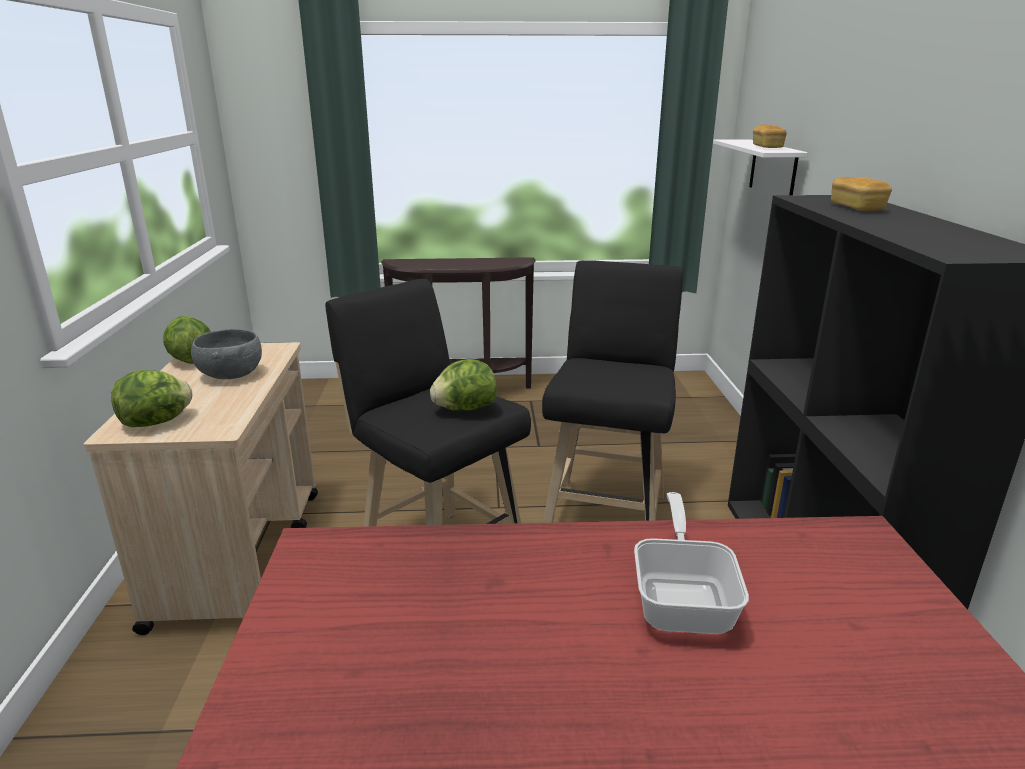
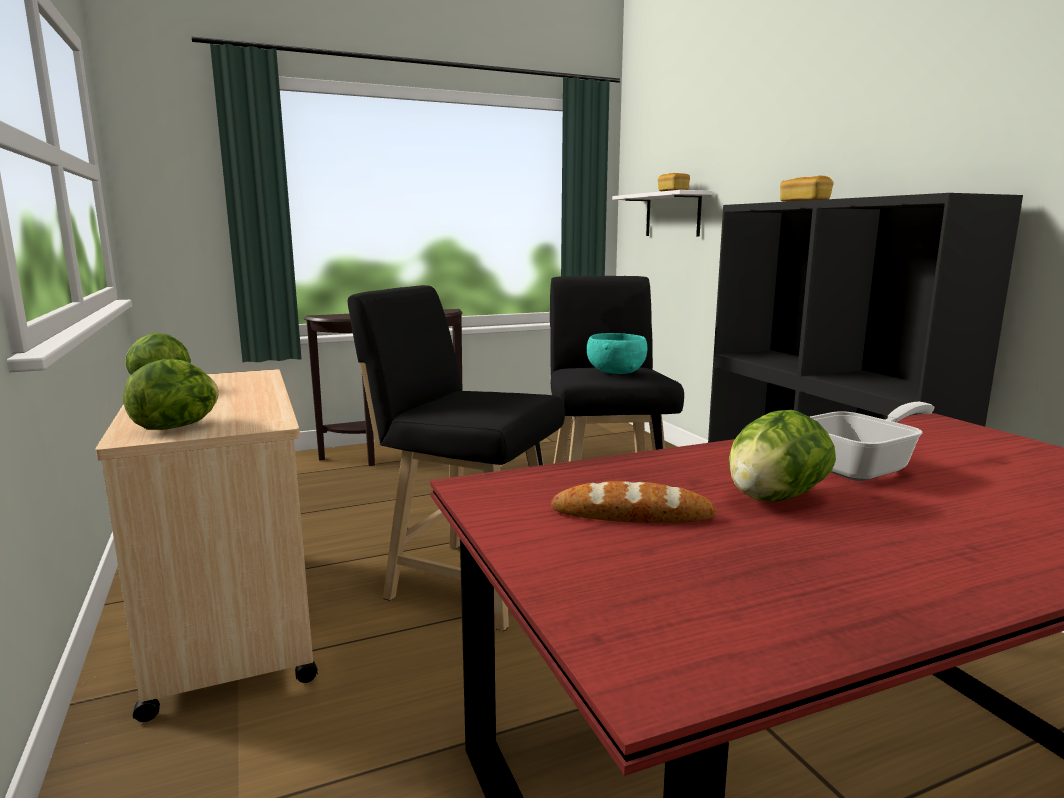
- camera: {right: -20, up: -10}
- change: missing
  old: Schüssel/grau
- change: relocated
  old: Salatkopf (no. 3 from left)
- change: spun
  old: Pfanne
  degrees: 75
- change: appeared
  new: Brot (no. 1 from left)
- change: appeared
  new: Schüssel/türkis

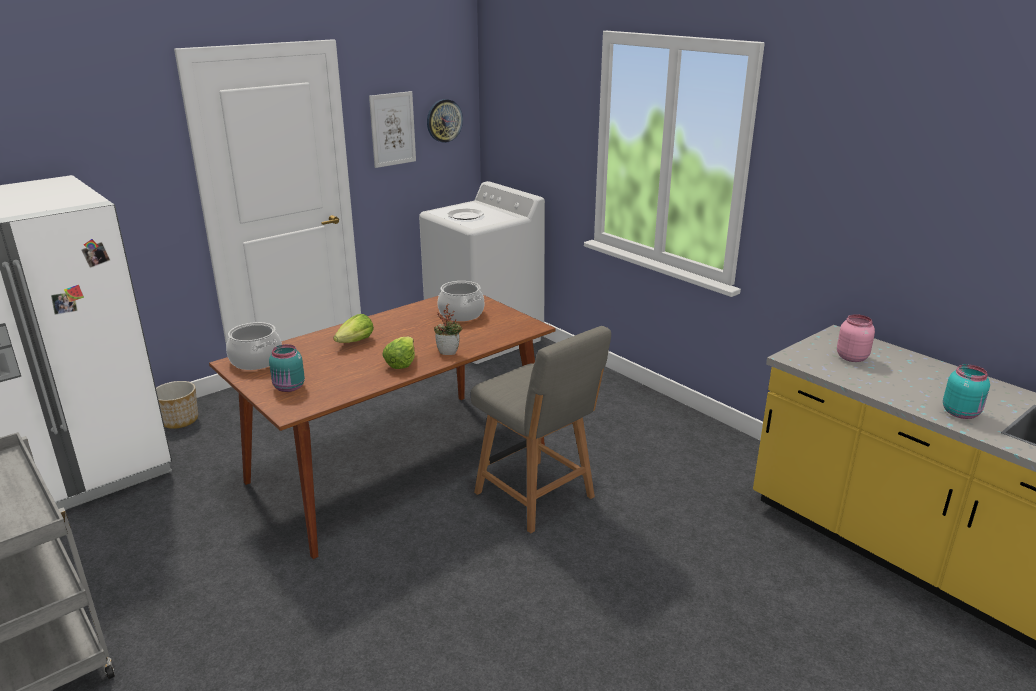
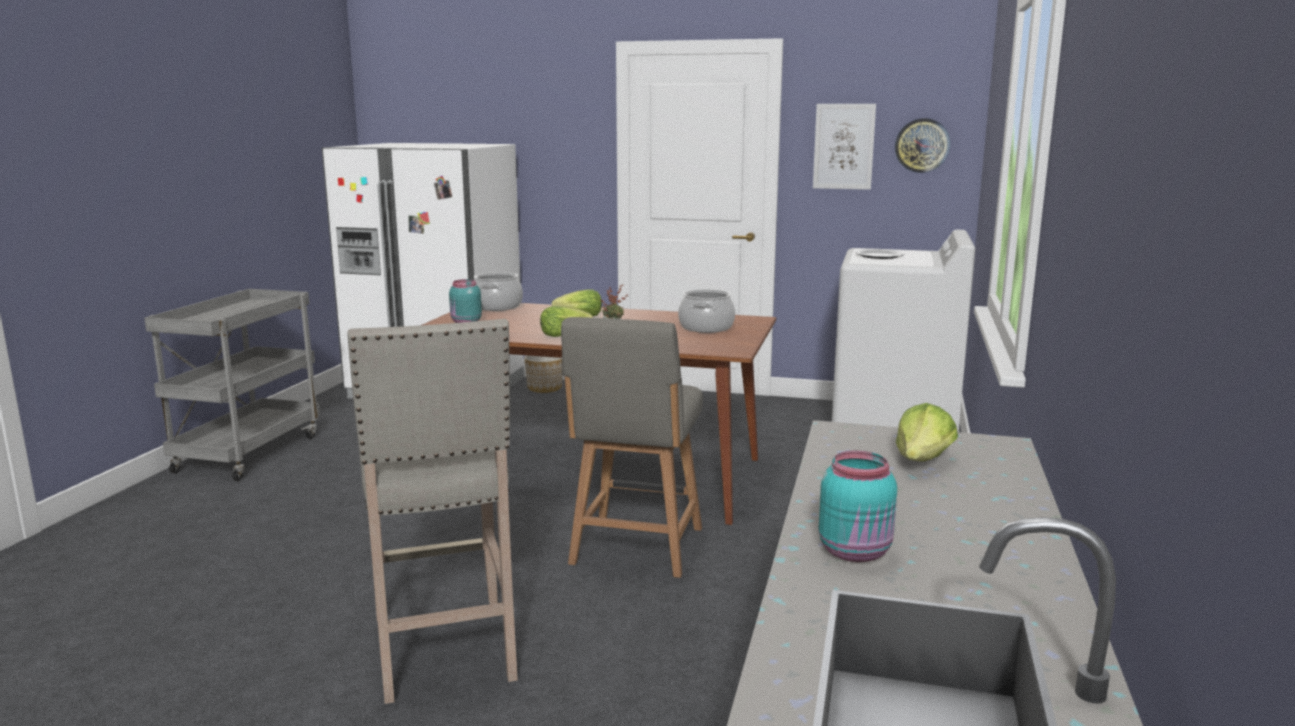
- camera: {right: 55, up: -10}
- change: exchanged
  old: Vorratsglas/rosa
  new: Salatkopf (no. 3 from left)
- change: appeared
  new: Hocker/beige

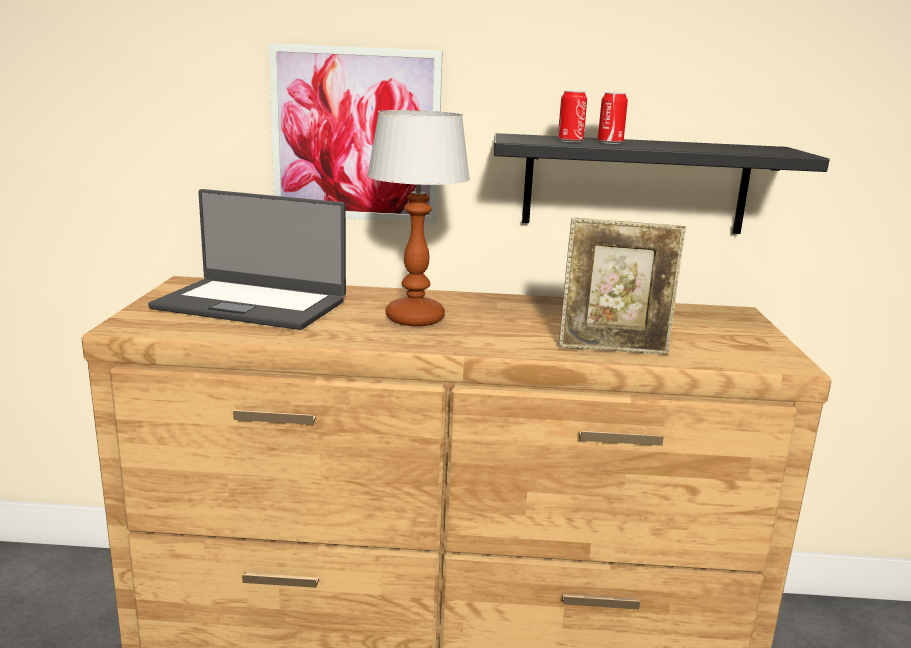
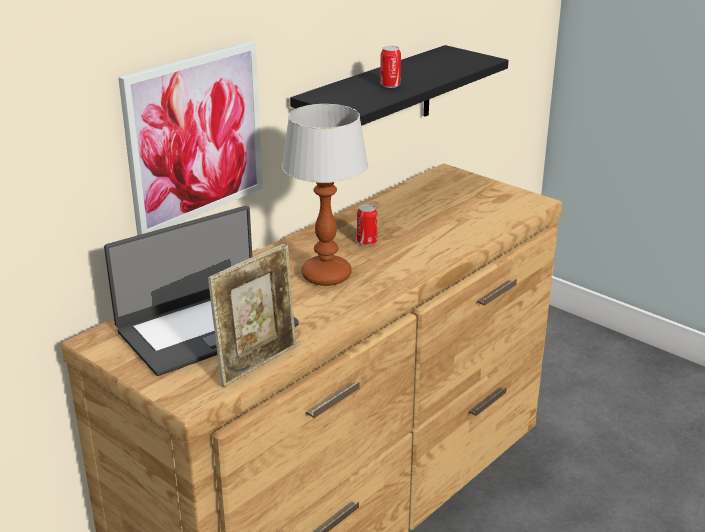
- camera: {right: -50, up: 10}
- change: relocated
  old: Dose (no. 1 from left)
- change: relocated
  old: Bilderrahmen

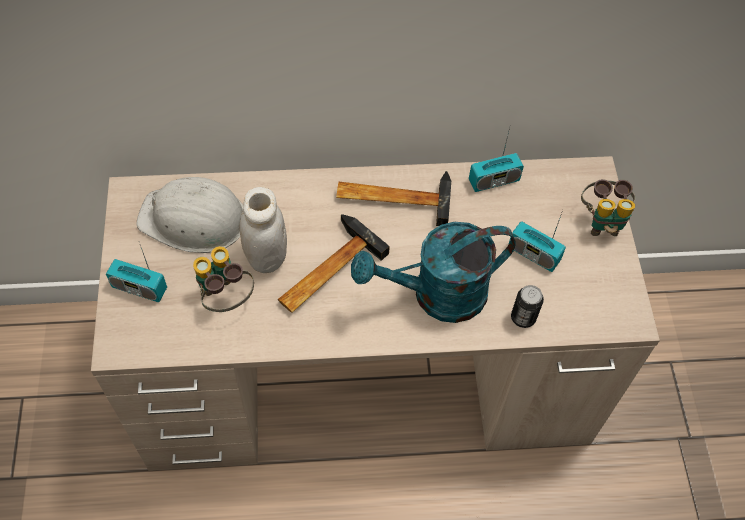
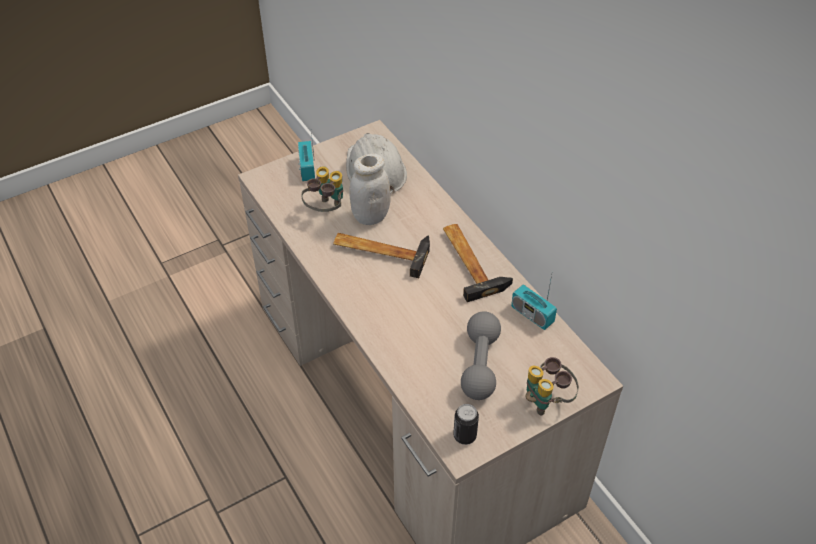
- camera: {right: 65, up: -10}
- change: missing
  old: Gießkanne/türkis
- change: exchanged
  old: Radio (no. 3 from left)
  new: Hantel/grau
- change: relocated
  old: Dose

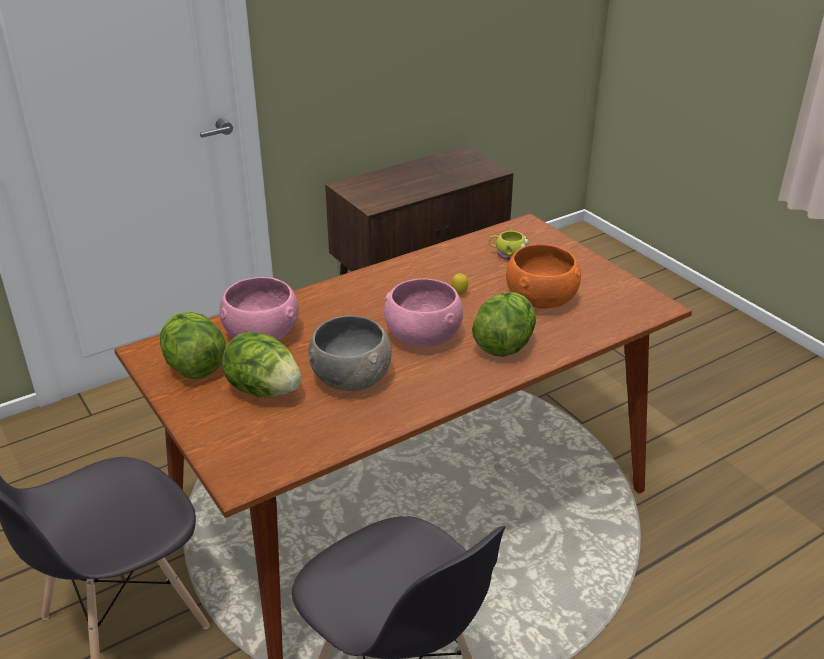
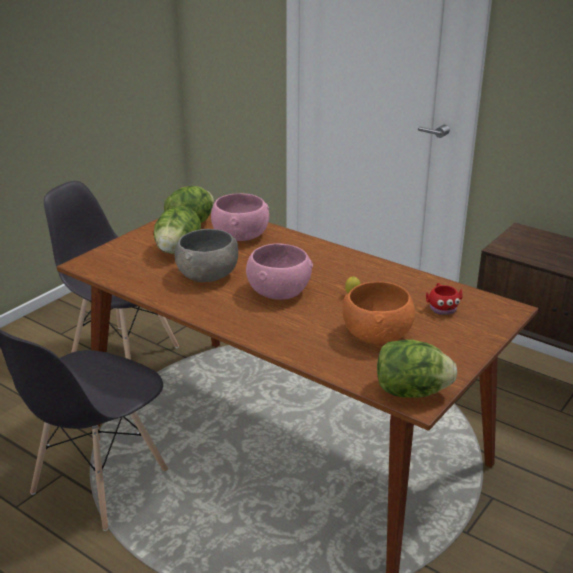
- camera: {right: 70, up: -5}
- change: relocated
  old: Salatkopf (no. 3 from left)
- change: colour
  old: Henkelbecher/gelb
  new: Henkelbecher/rot

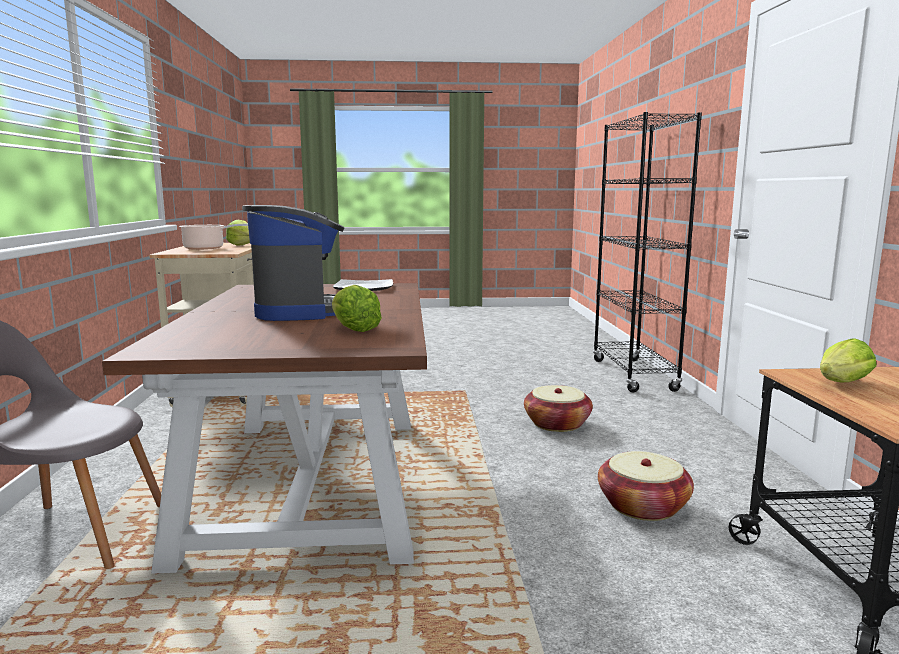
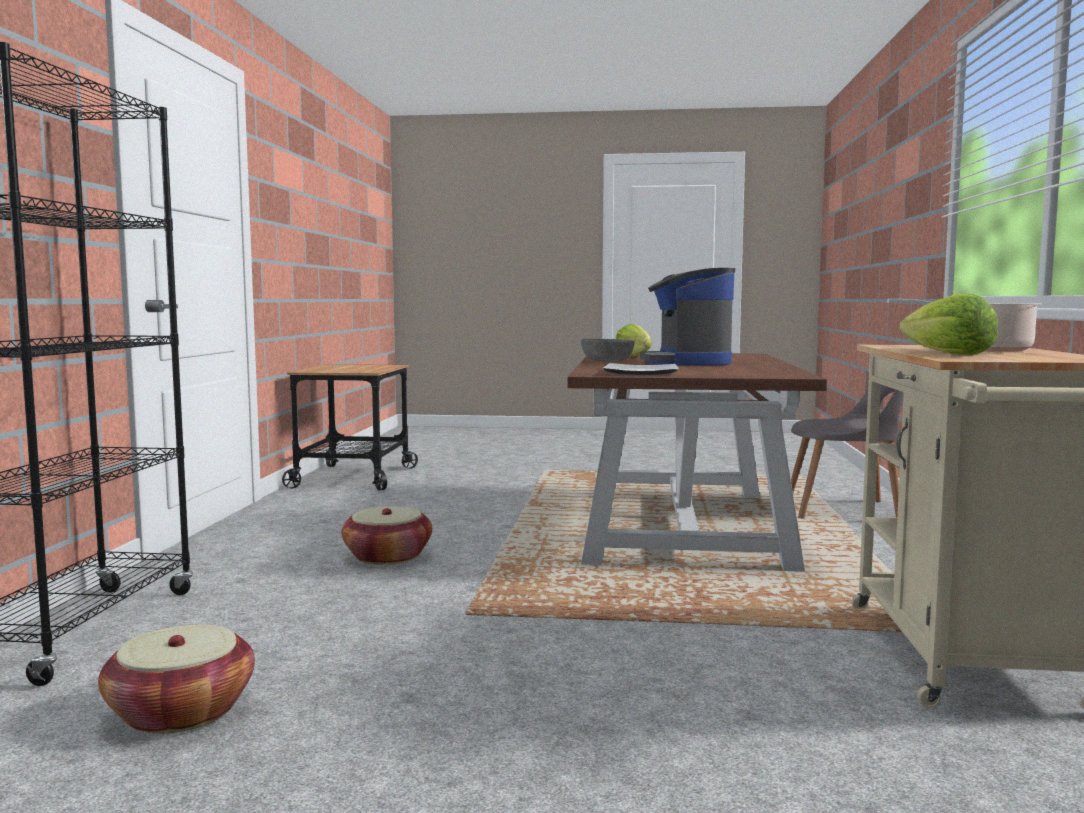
- camera: {right: -170, up: -5}
- change: relocated
  old: Korb (no. 2 from left in the first image)
  new: Korb (no. 1 from left)
- change: missing
  old: Salatkopf (no. 3 from left)
- change: appeared
  new: Schüssel/grau

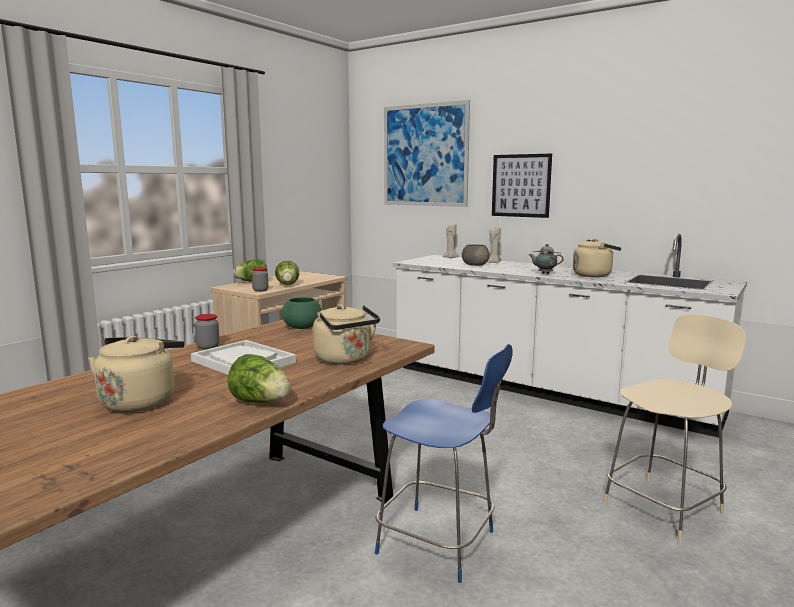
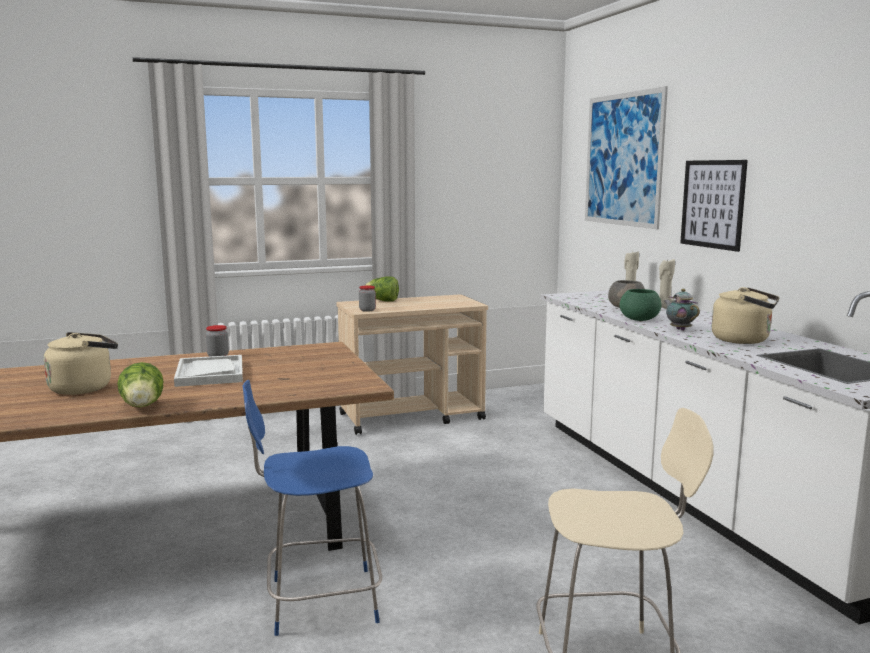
- camera: {right: 35, up: 0}
- change: missing
  old: Salatkopf (no. 3 from left)
- change: relocated
  old: Schüssel/grün
- change: missing
  old: Wasserkessel/beige (no. 2 from left)
- change: spun
  old: Stuhl/blau
  degrees: 105

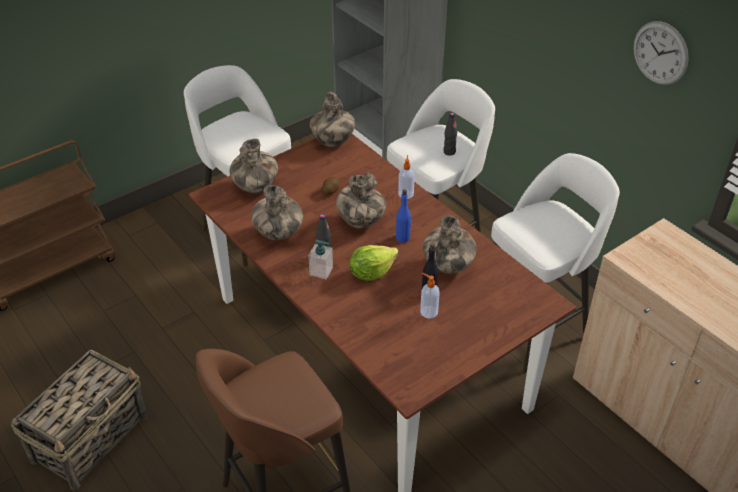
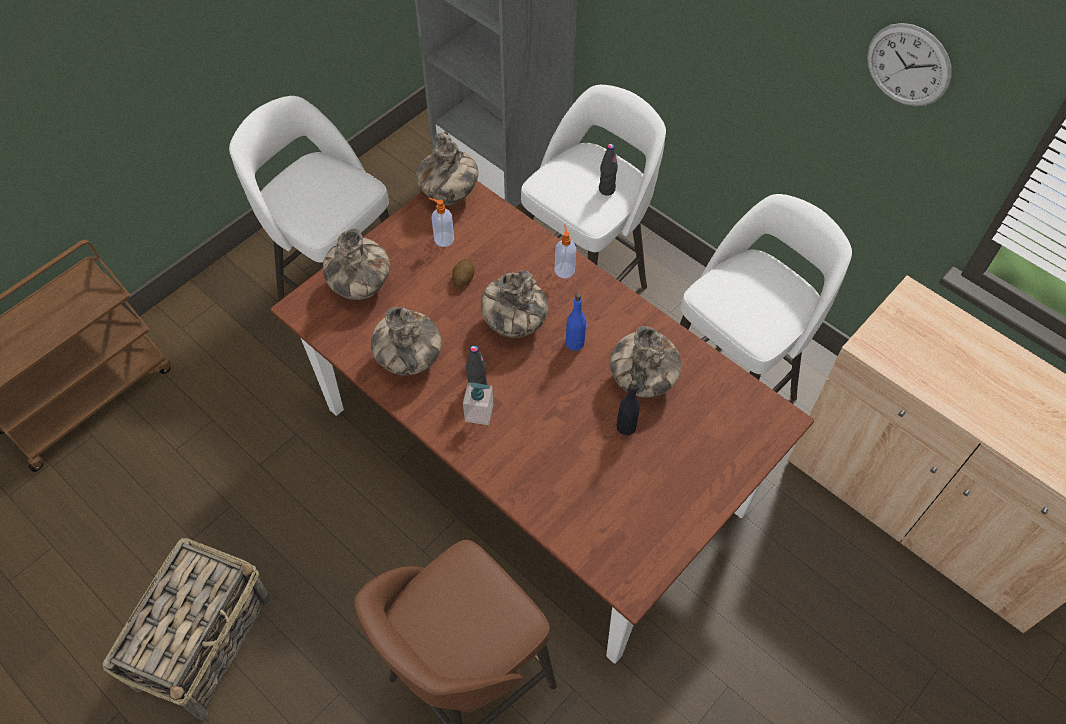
- camera: {right: -10, up: 15}
- change: missing
  old: Salatkopf
- change: relocated
  old: Seifenspender (no. 3 from left in the first image)
  new: Seifenspender (no. 1 from left)

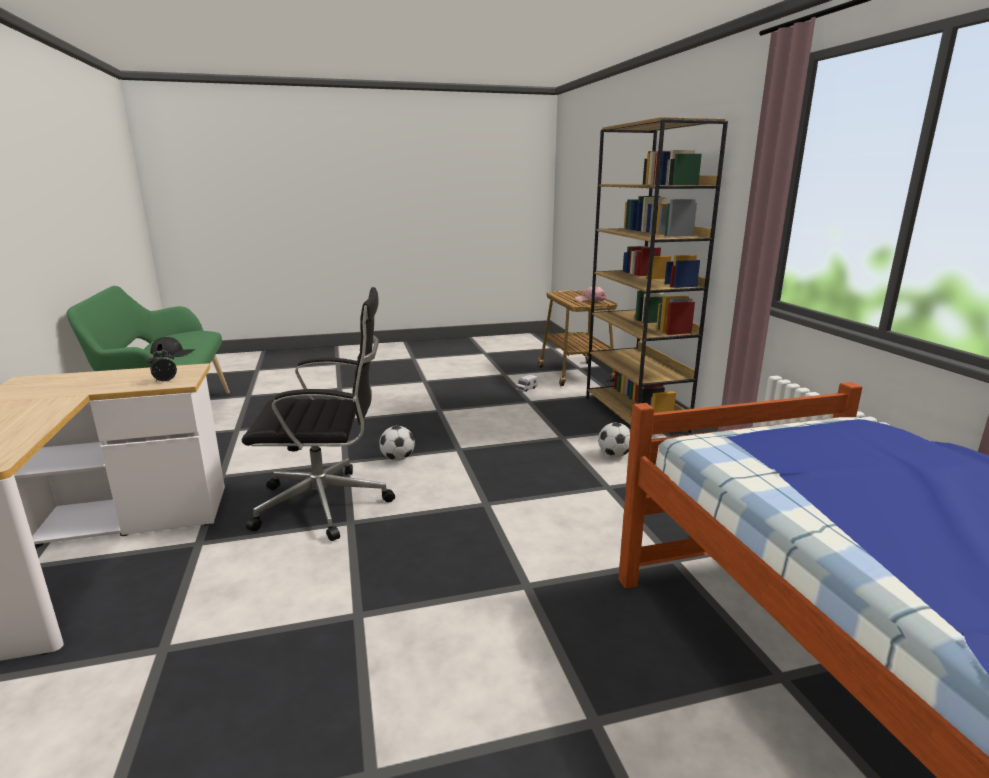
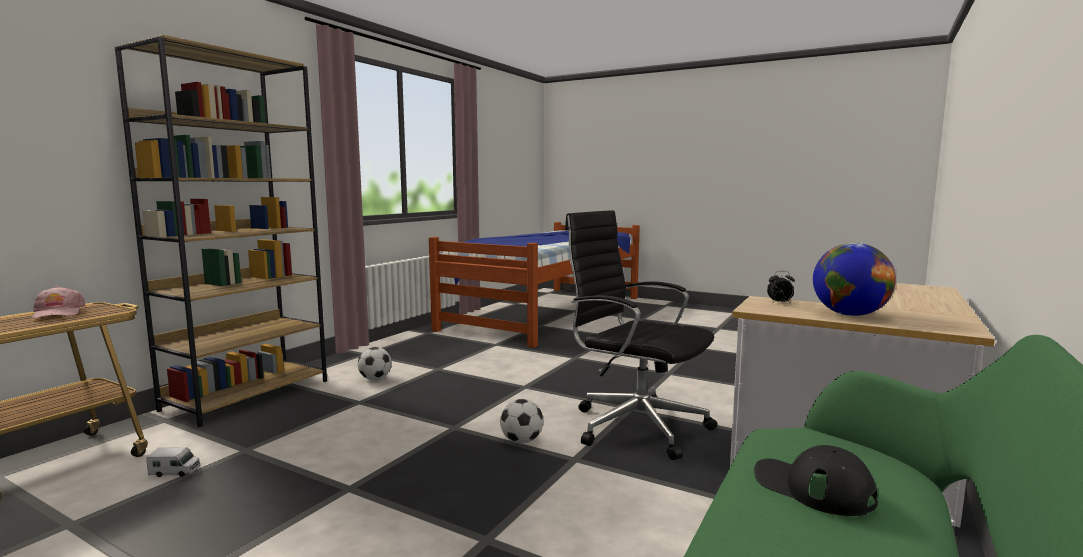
- camera: {right: -135, up: -10}
- change: appeared
  new: Globus

